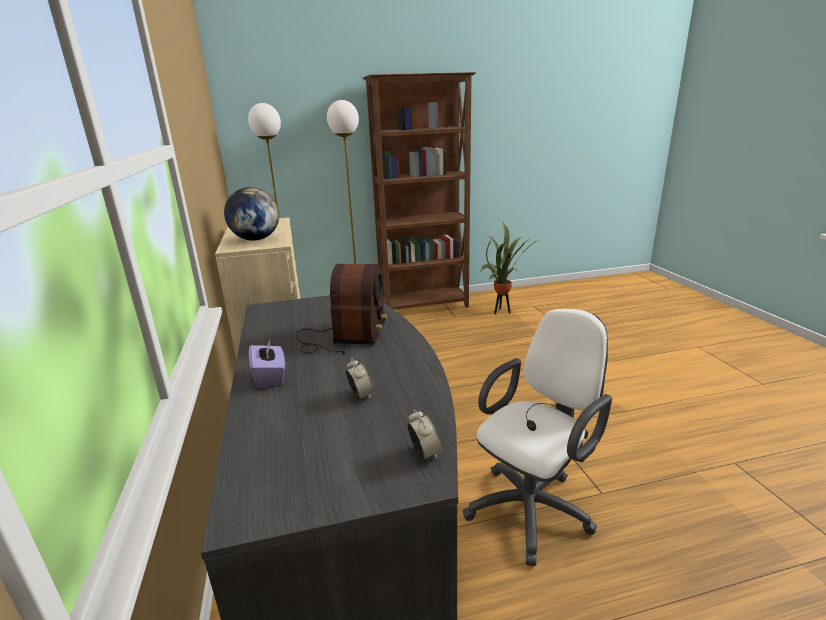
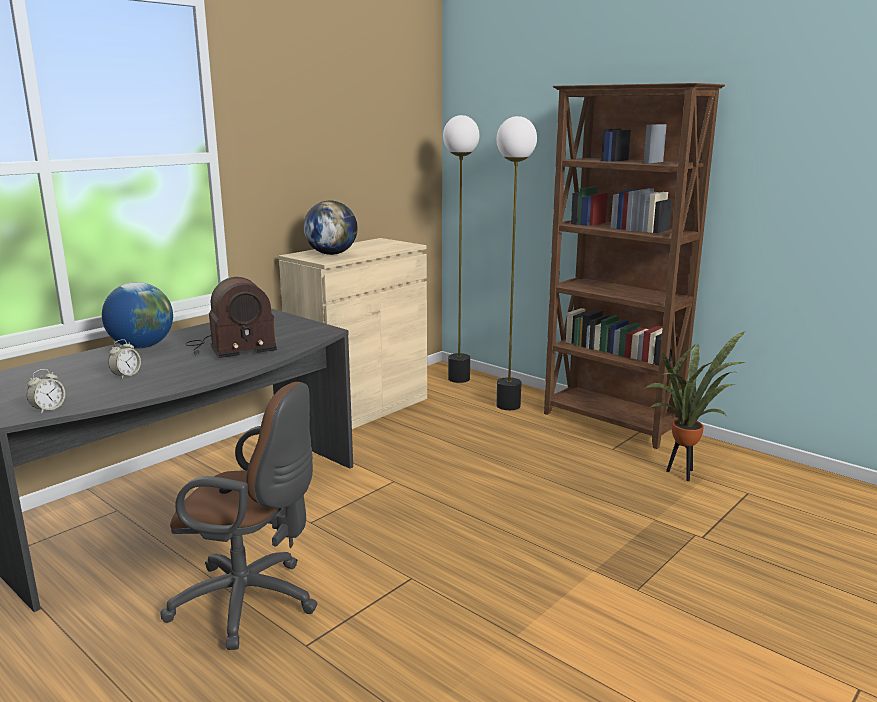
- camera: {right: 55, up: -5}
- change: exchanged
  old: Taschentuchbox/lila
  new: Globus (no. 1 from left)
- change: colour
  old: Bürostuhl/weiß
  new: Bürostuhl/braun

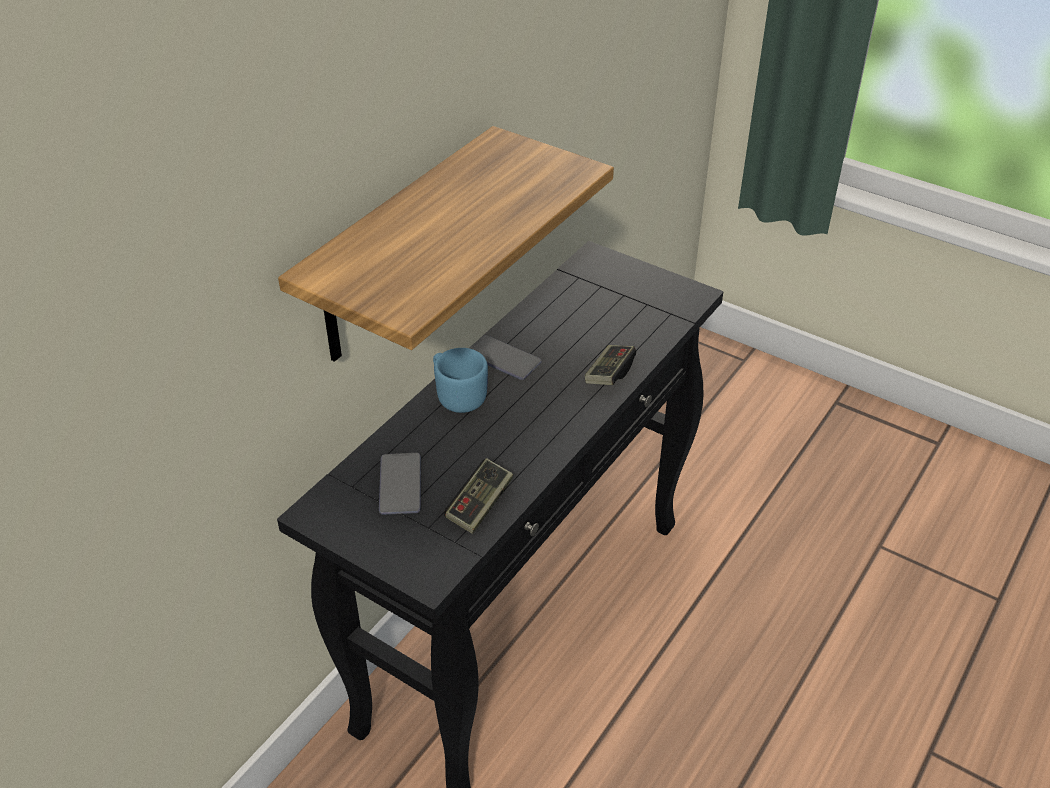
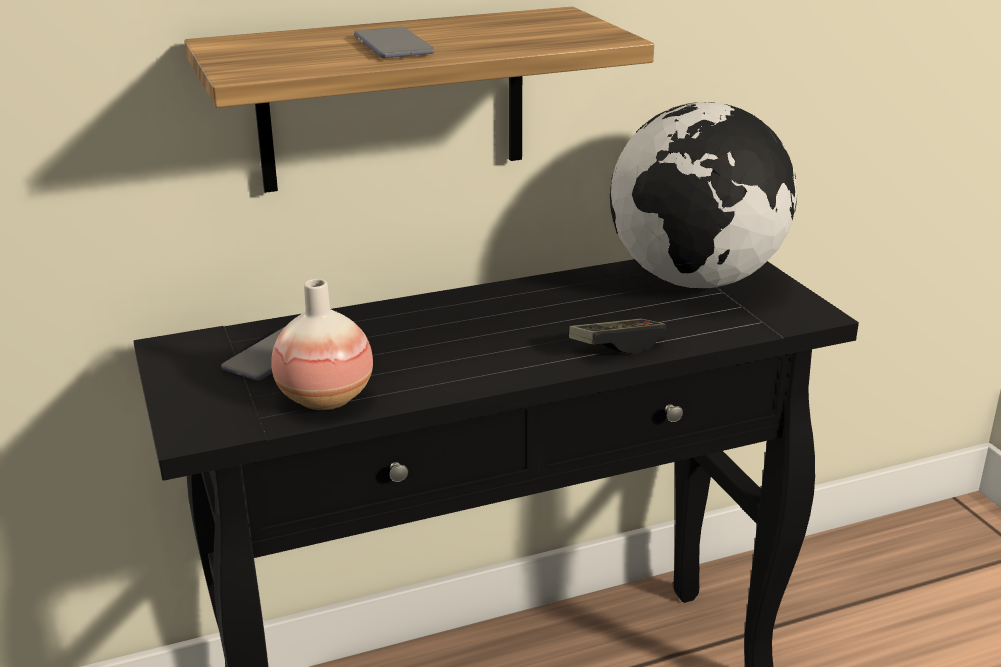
- camera: {right: 35, up: -15}
- change: missing
  old: Henkelbecher/blau
- change: exchanged
  old: Gamepad (no. 1 from left)
  new: Vase
- change: relocated
  old: Handy (no. 2 from left)
- change: appeared
  new: Globus

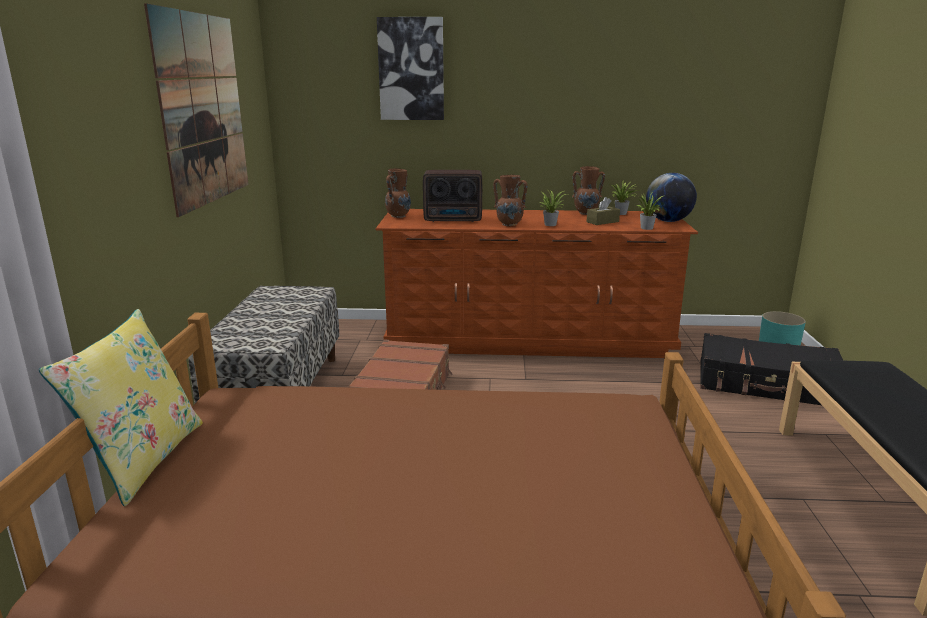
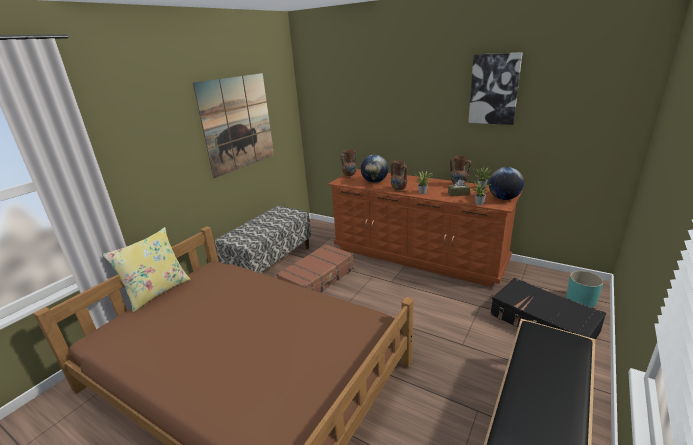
- camera: {right: 30, up: 5}
- change: relocated
  old: Bild (no. 2 from left)
- change: exchanged
  old: Radio
  new: Globus (no. 1 from left)

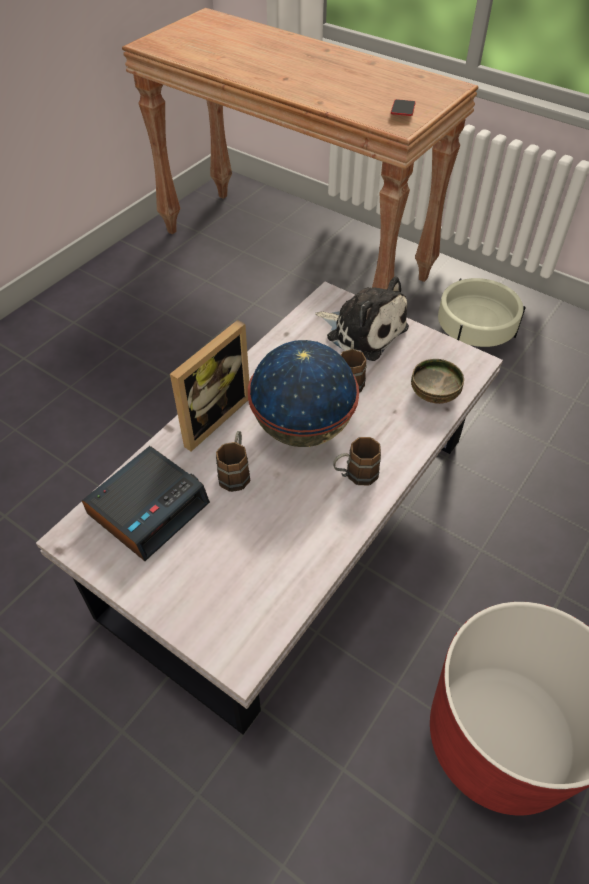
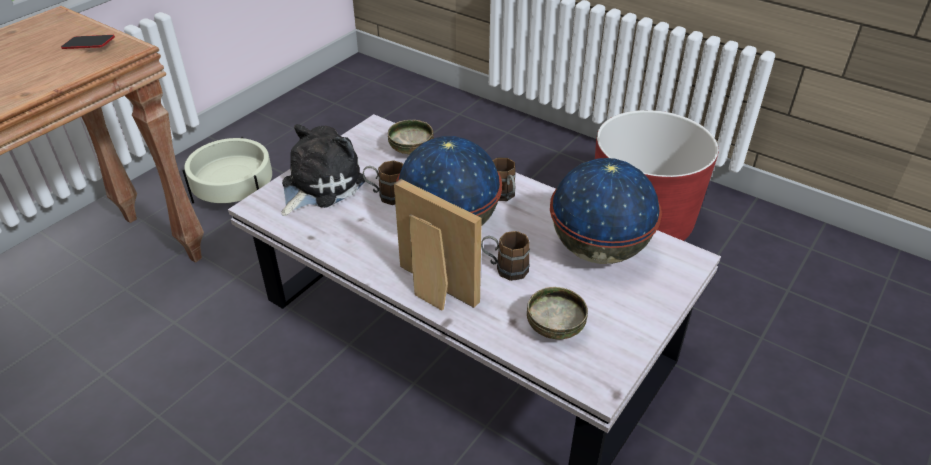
- camera: {right: -90, up: -10}
- change: exchanged
  old: Wecker
  new: Schüssel (no. 2 from left)
- change: appeared
  new: Globus (no. 2 from left)

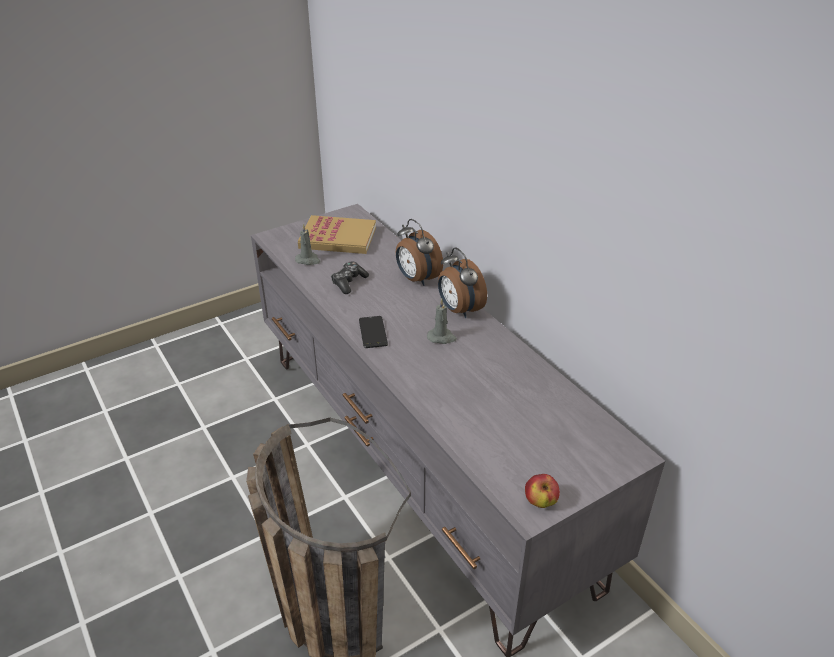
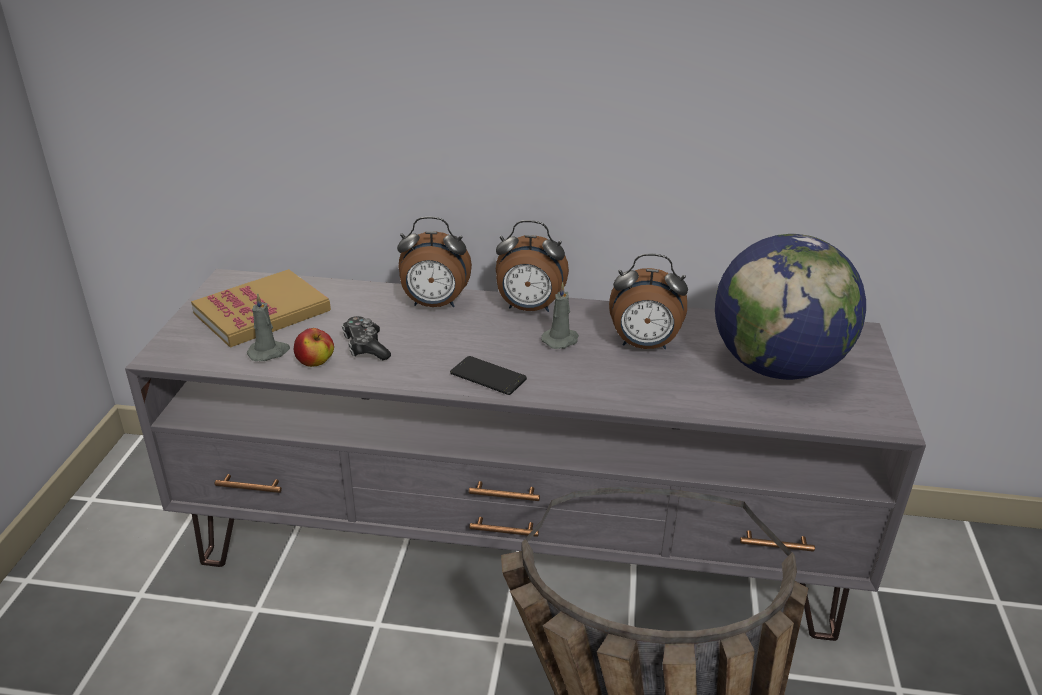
- camera: {right: -50, up: -5}
- change: relocated
  old: Apfel
- change: appeared
  new: Wecker (no. 3 from left)
- change: appeared
  new: Globus

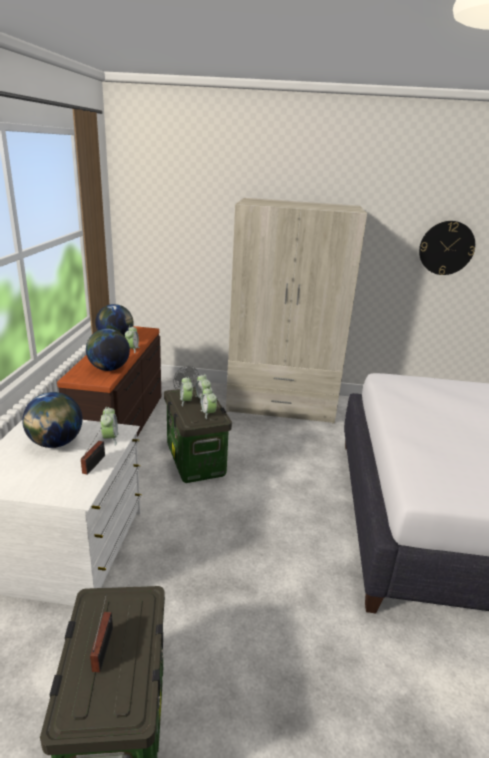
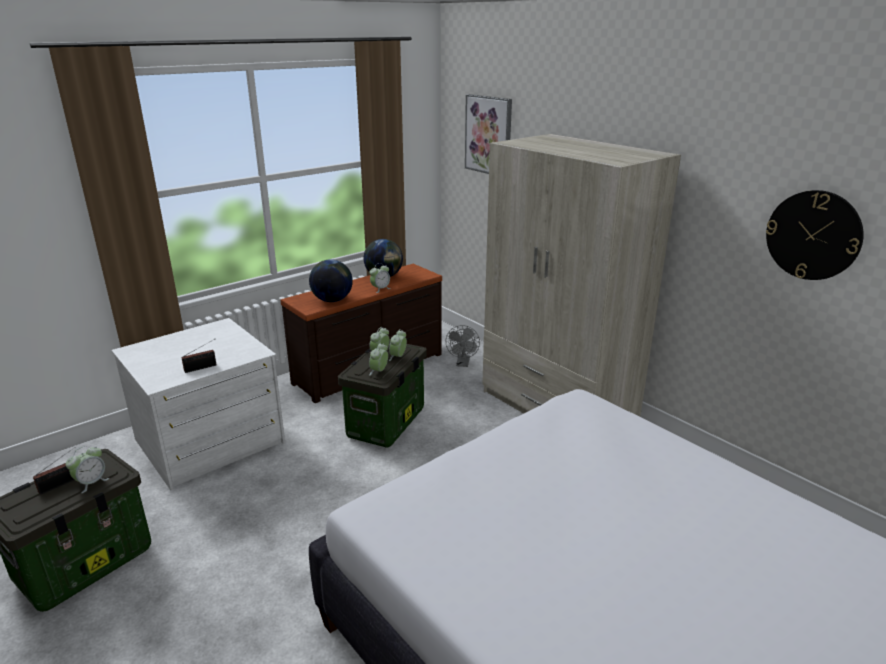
- camera: {right: 45, up: 0}
- change: missing
  old: Globus (no. 1 from left)
- change: relocated
  old: Wecker (no. 1 from left)
- change: appeared
  new: Bild

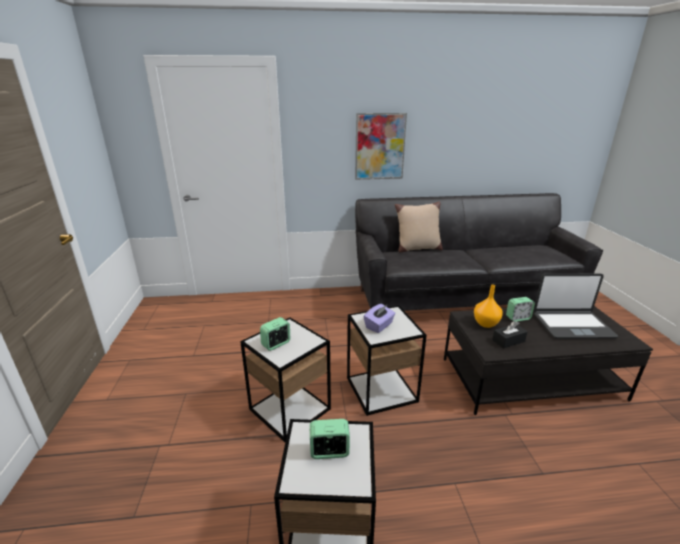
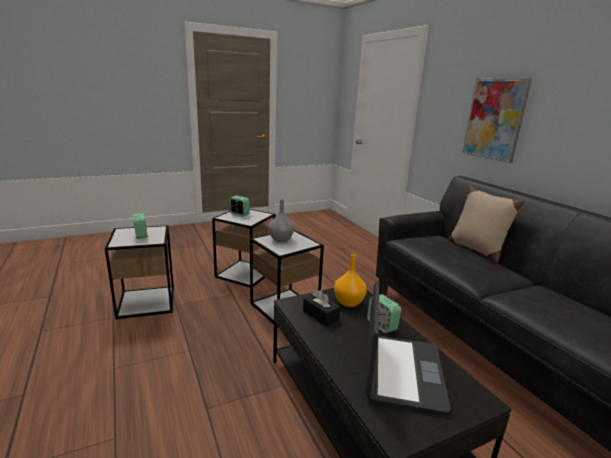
- camera: {right: 70, up: -5}
- change: exchanged
  old: Taschentuchbox/lila
  new: Vase/grau
- change: spun
  old: Laptop
  degrees: -150

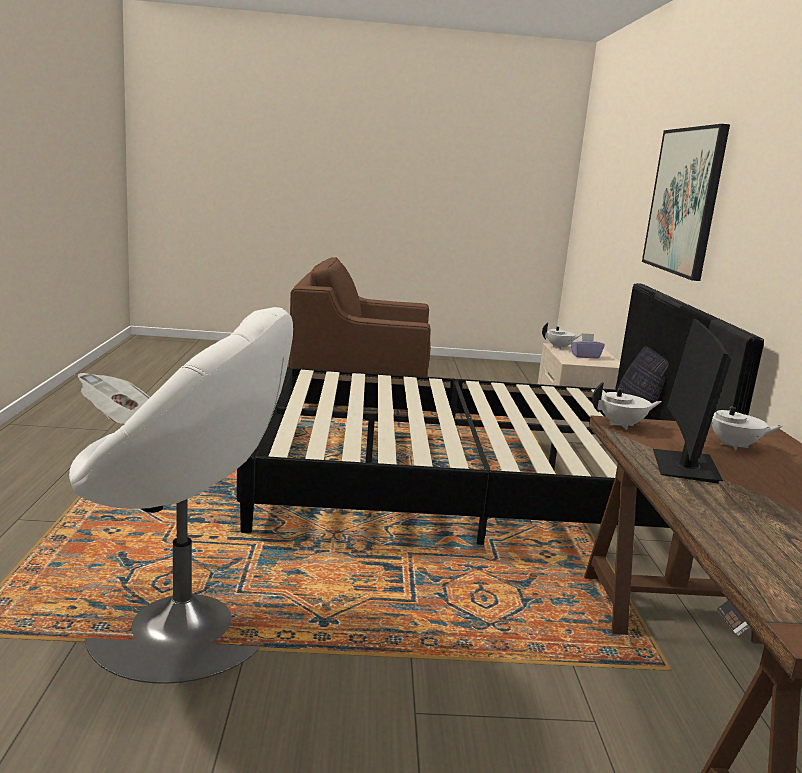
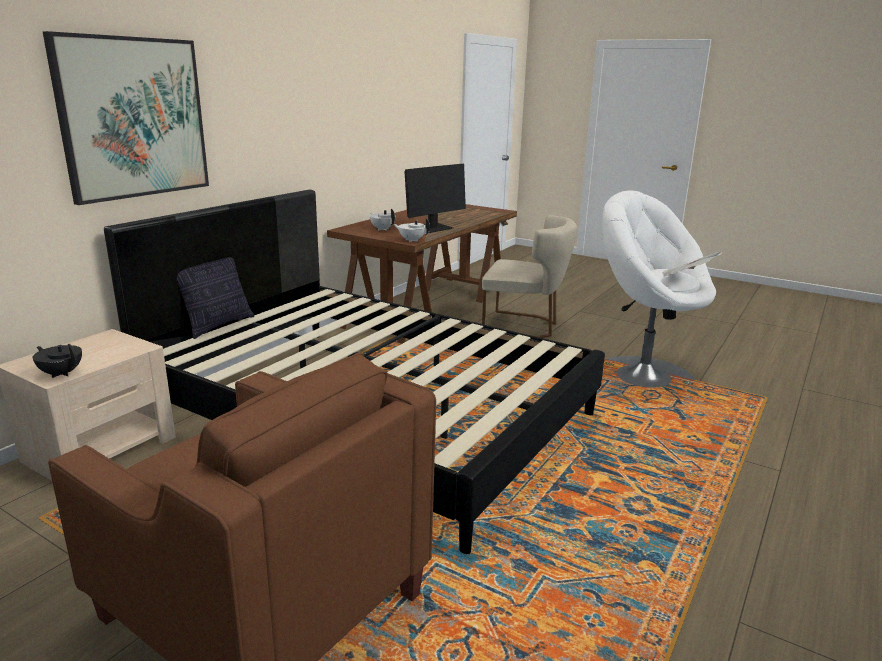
- camera: {right: -145, up: 5}
- change: colour
  old: Teekanne/weiß (no. 1 from left)
  new: Teekanne/schwarz
- change: missing
  old: Taschentuchbox/lila
- change: appeared
  new: Stuhl/beige

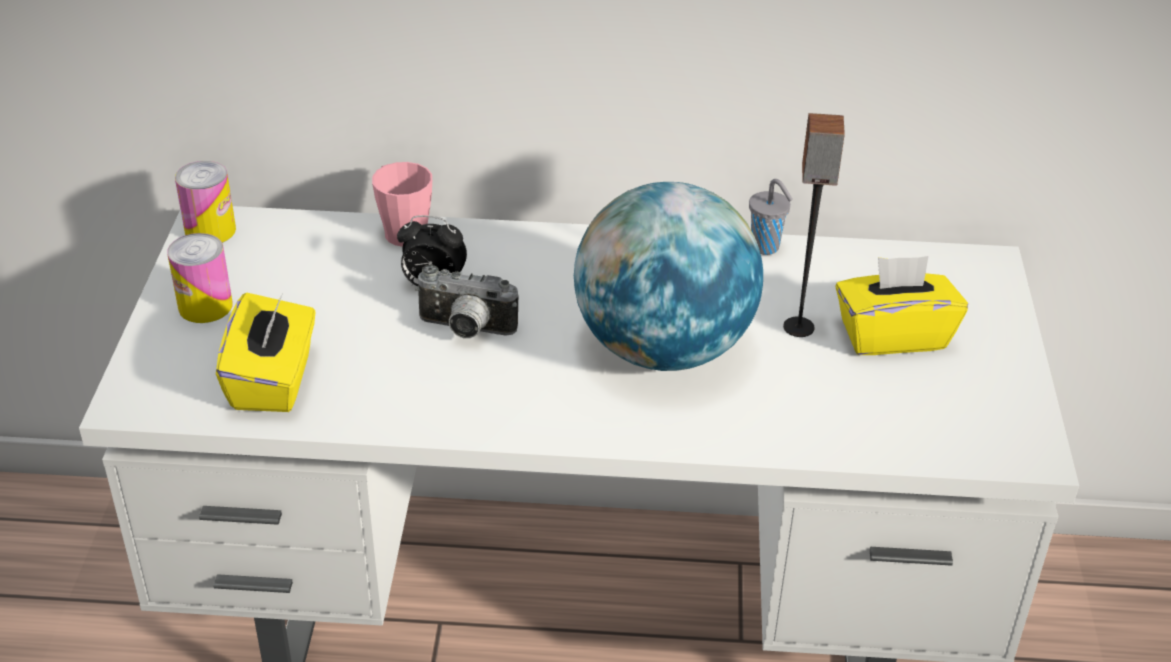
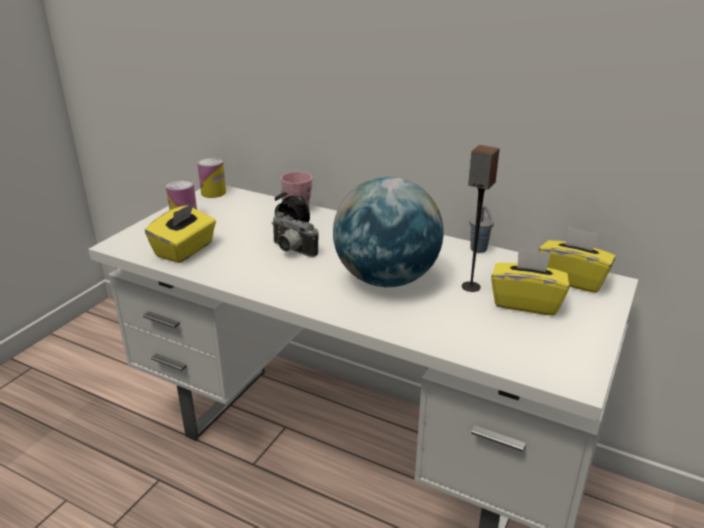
- camera: {right: 25, up: -10}
- change: appeared
  new: Taschentuchbox/gelb (no. 3 from left)

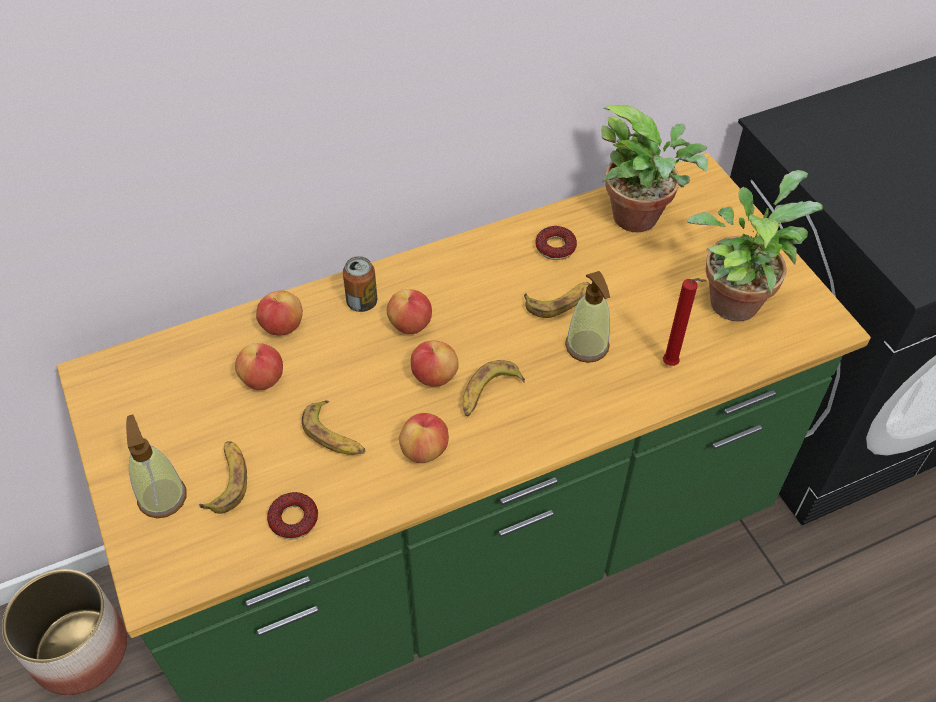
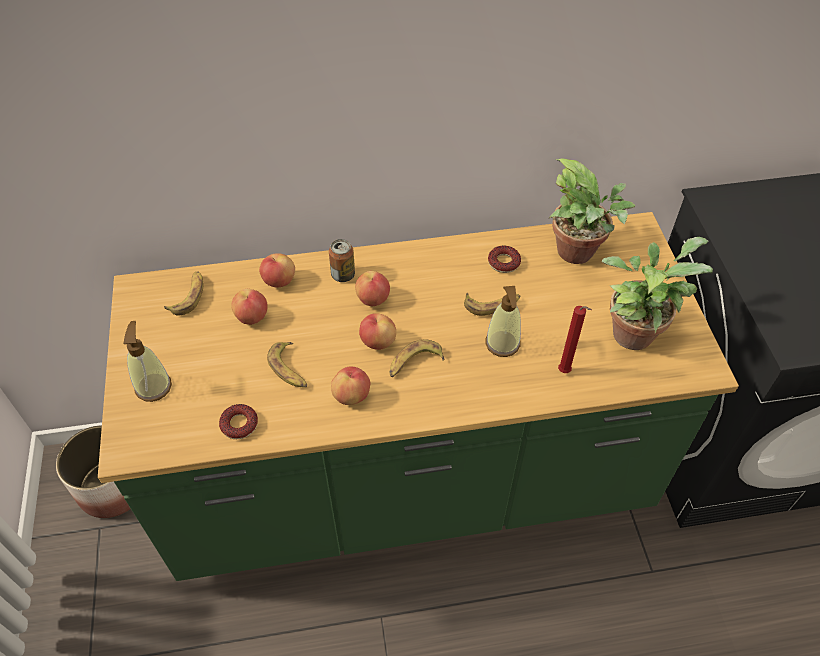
- camera: {right: 15, up: 0}
- change: relocated
  old: Banane (no. 1 from left)

